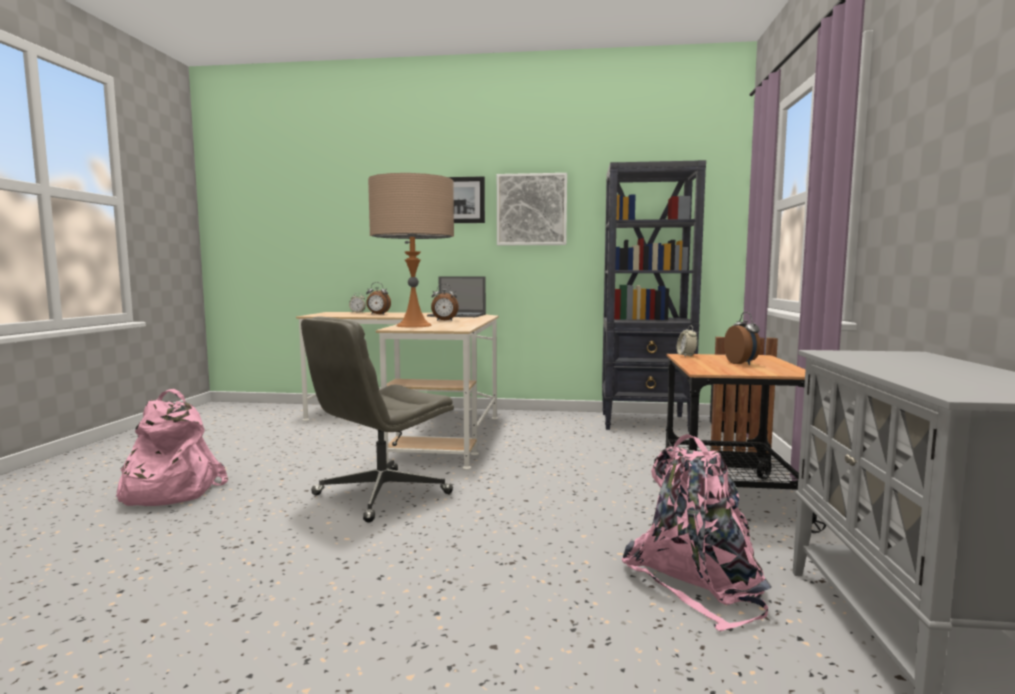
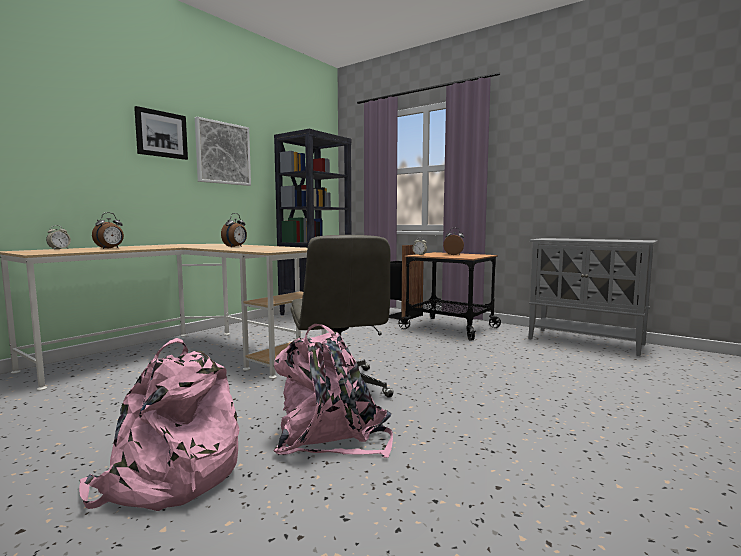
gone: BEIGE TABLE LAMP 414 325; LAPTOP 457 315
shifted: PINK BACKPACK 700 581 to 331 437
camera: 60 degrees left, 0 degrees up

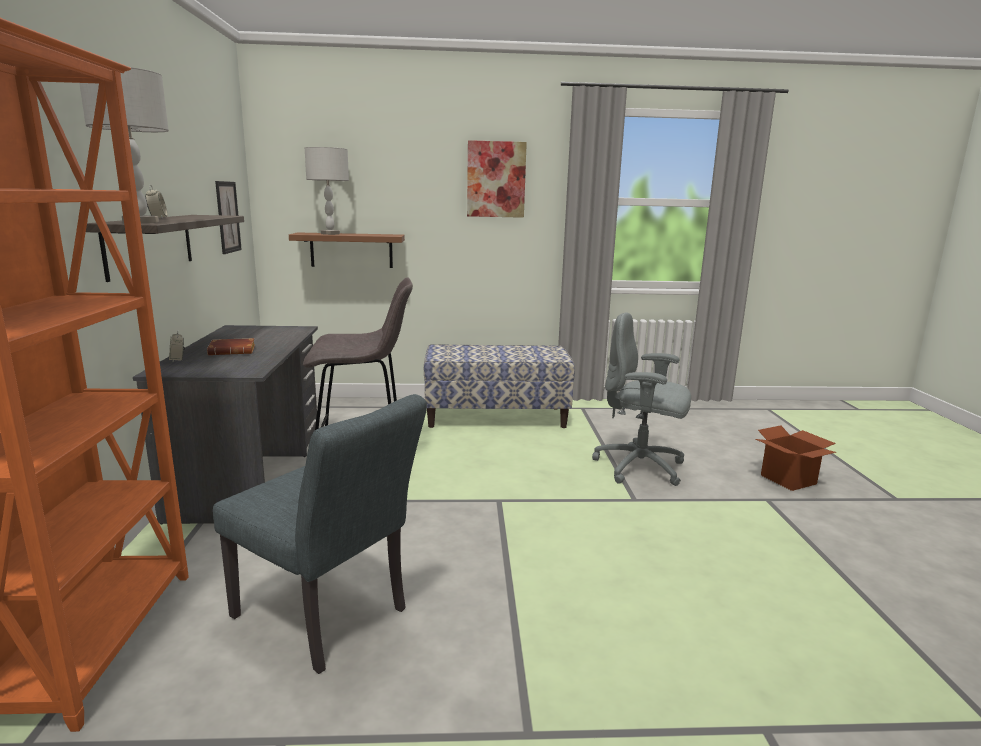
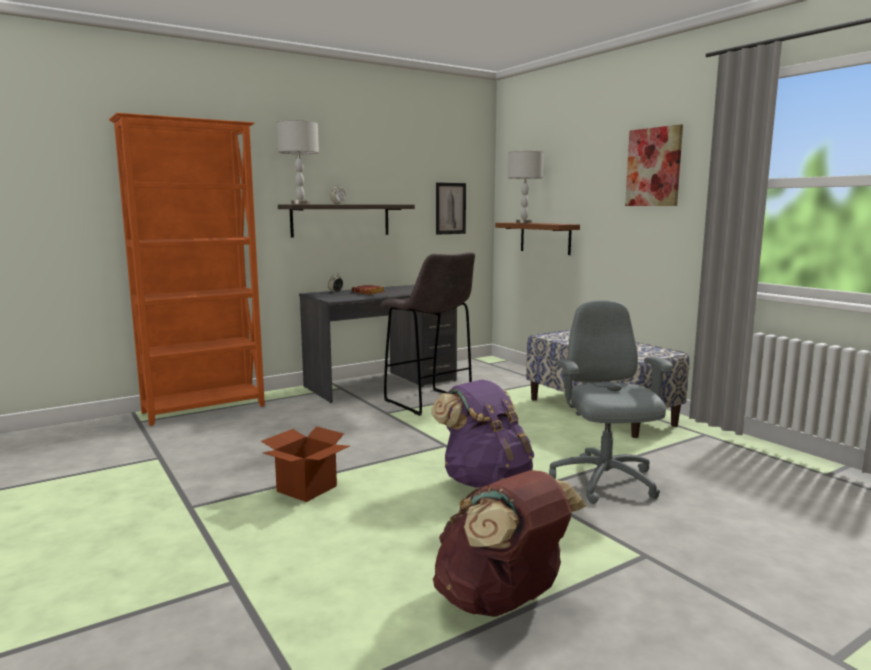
gone: GREY CHAIR 328 618
new: PURPLE BACKPACK 485 481; BROWN BACKPACK 502 602
shifted: CARDBOARD BOX 788 479 to 307 488
camera: 60 degrees right, 5 degrees down

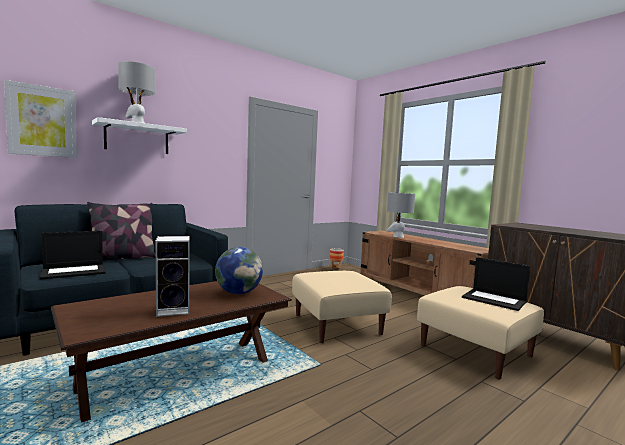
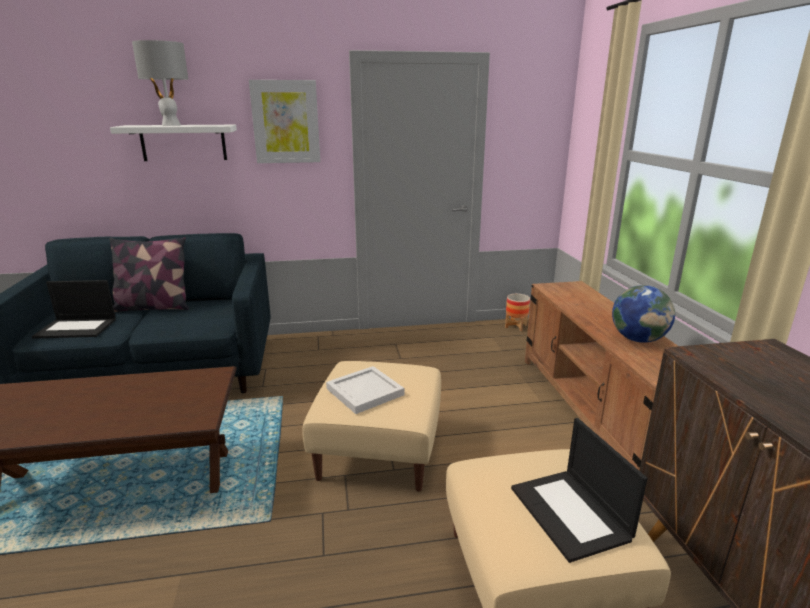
gone: SPEAKER 174 310; GREY TABLE LAMP 398 236
new: WHITE TRAY 364 392
shifted: PICTURE 42 121 to 286 122; GLOBE 238 293 to 638 339
camera: 30 degrees right, 15 degrees up

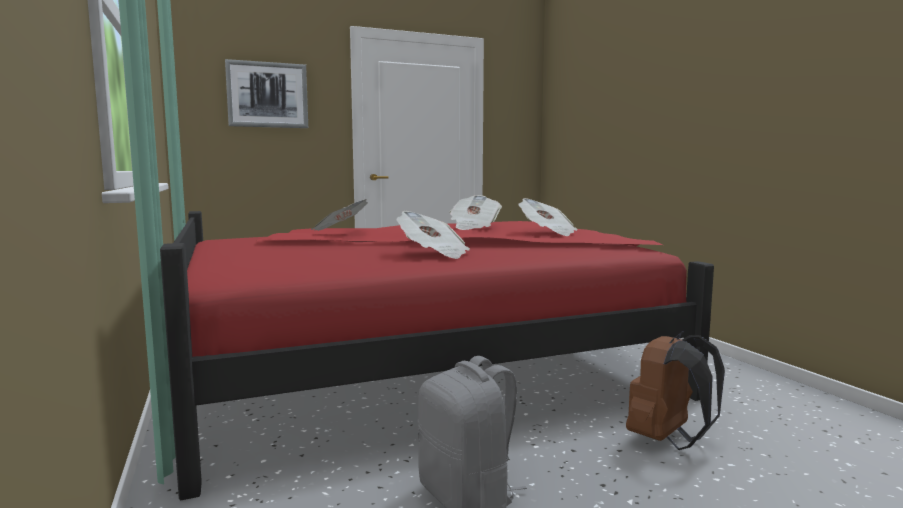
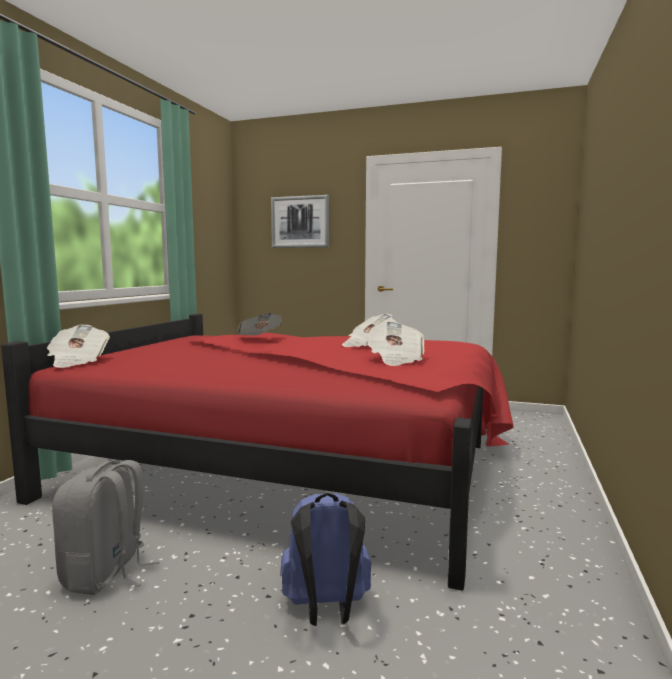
shifted: NEWSPAPER 434 254 to 77 361
repainted: BROWN BACKPACK 667 440 to BLUE BACKPACK 326 610
camera: 40 degrees right, 0 degrees up

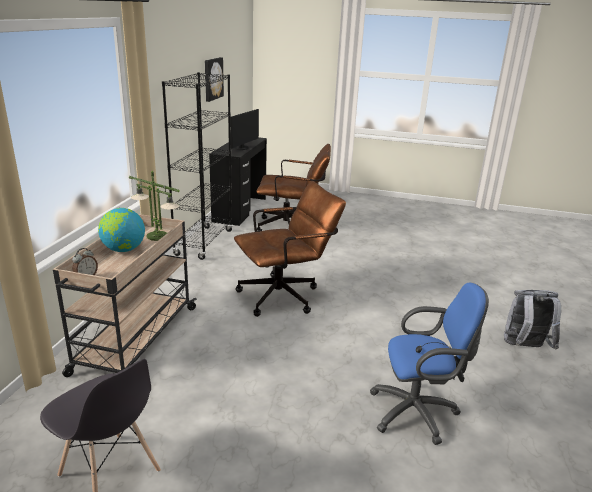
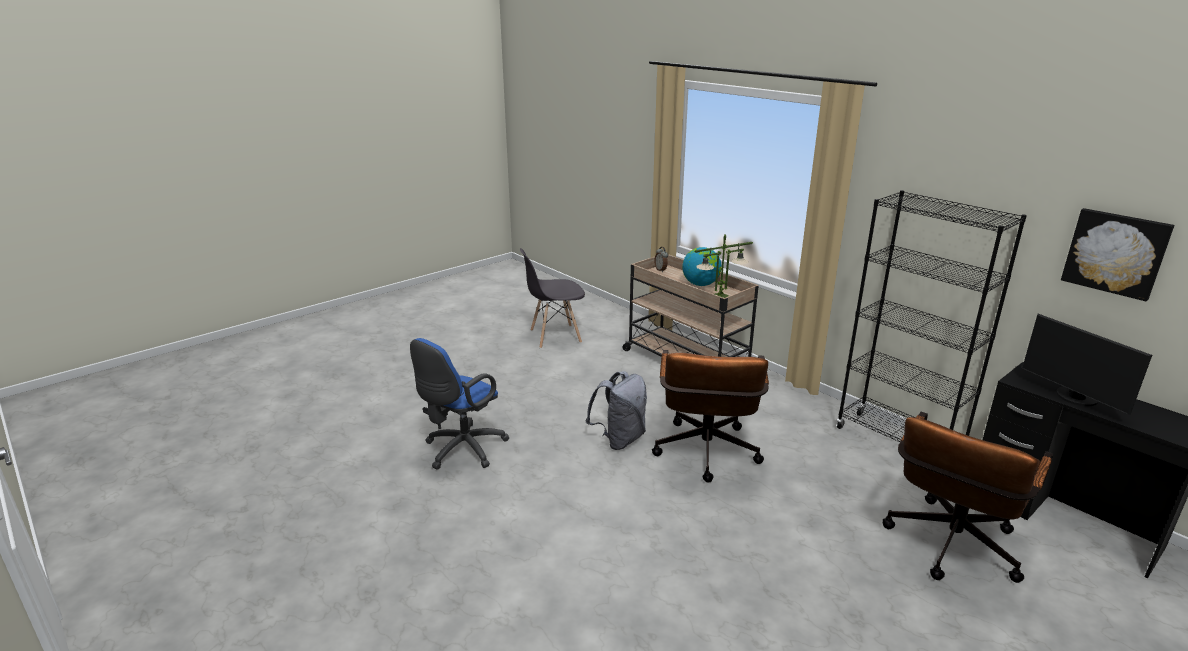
shifted: GREY BACKPACK 524 347 to 619 439
camera: 125 degrees right, 0 degrees up

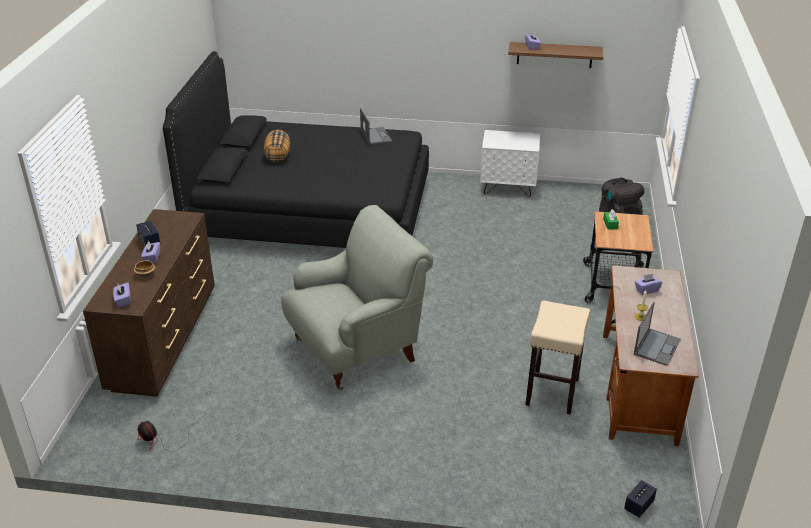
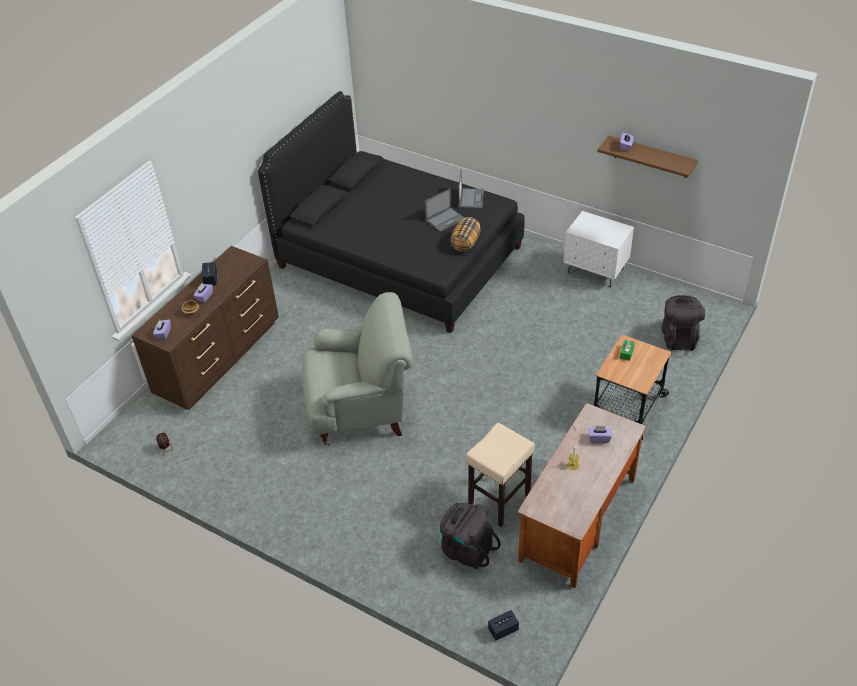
new: BLACK BACKPACK 466 549
shifted: PILLOW 277 156 to 465 243; LAPTOP 657 346 to 445 219
camera: 25 degrees right, 10 degrees up

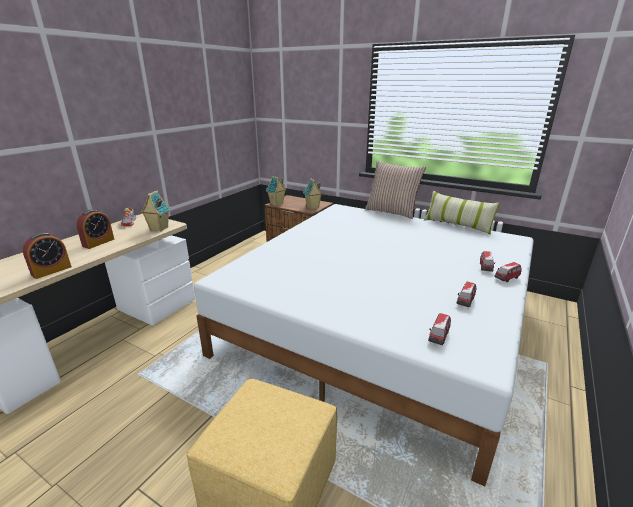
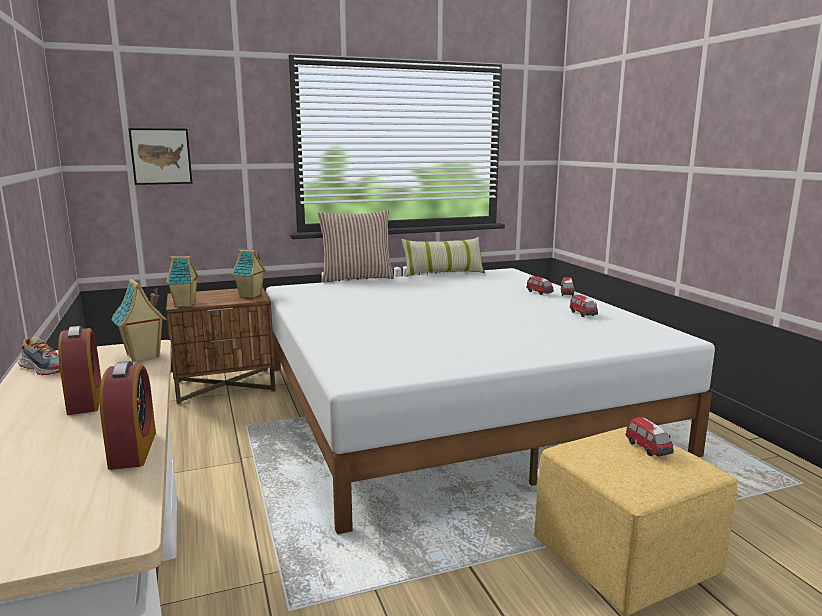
new: PICTURE 161 156
shifted: TOY CAR 439 337 to 648 449
camera: 50 degrees left, 10 degrees down

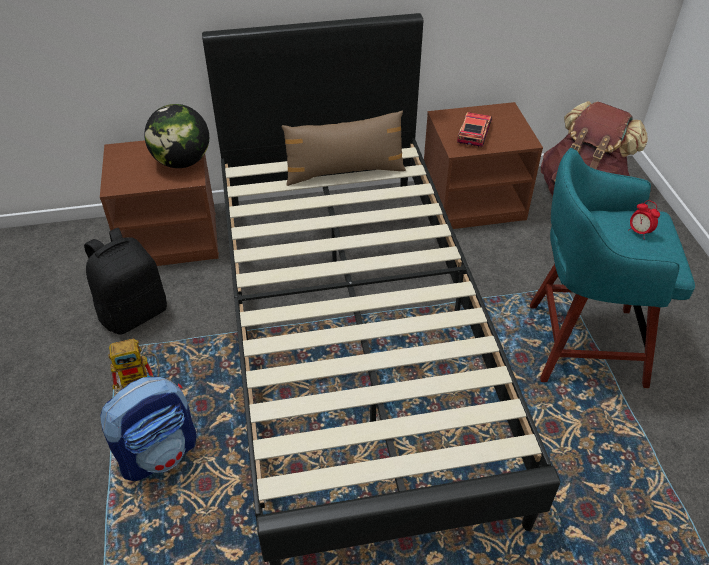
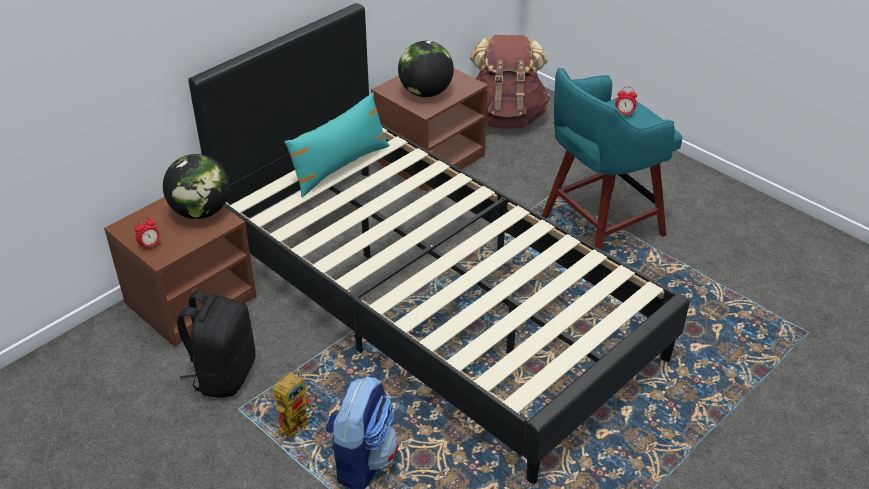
new: ALARM CLOCK 150 245
swapped: TOY CAR 474 132 to GLOBE 426 93
repainted: BROWN PILLOW 344 172 to TURQUOISE PILLOW 340 166
camera: 35 degrees left, 5 degrees down

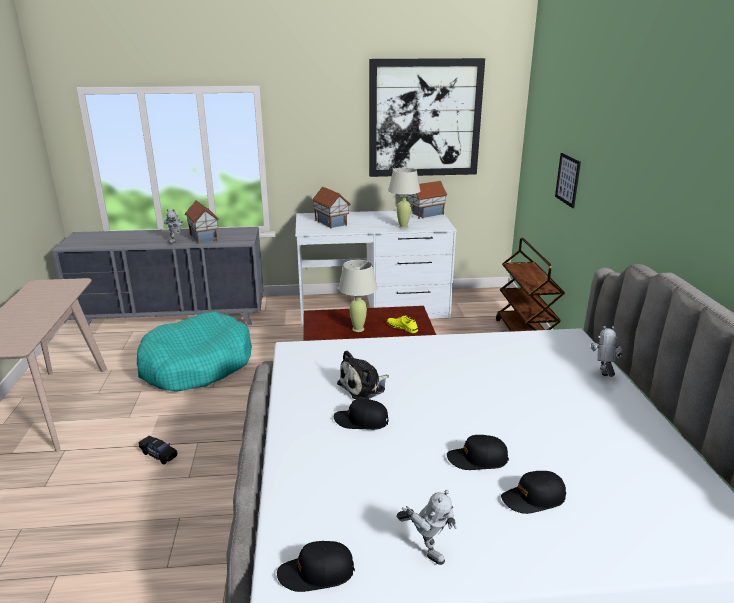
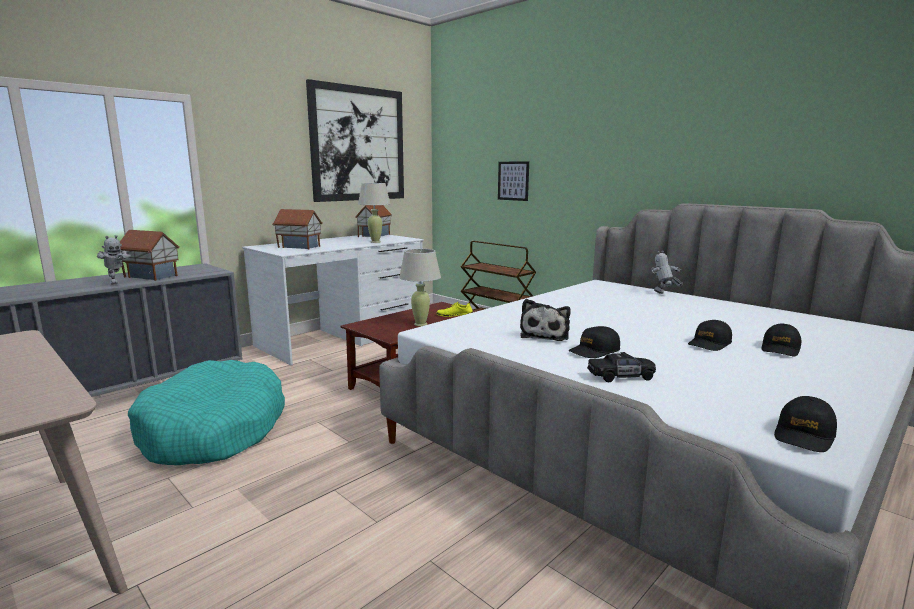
gone: TOY ROBOT 426 548
shifted: BLACK TOY CAR 159 454 to 621 377
camera: 40 degrees left, 10 degrees down

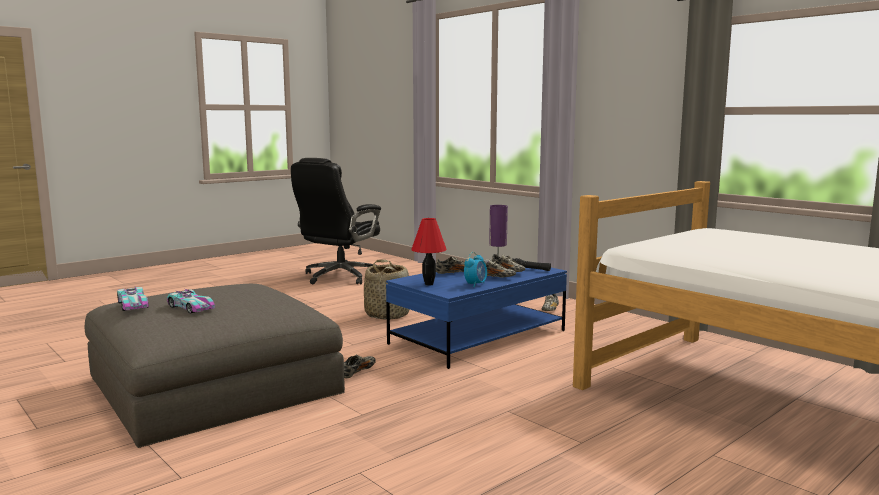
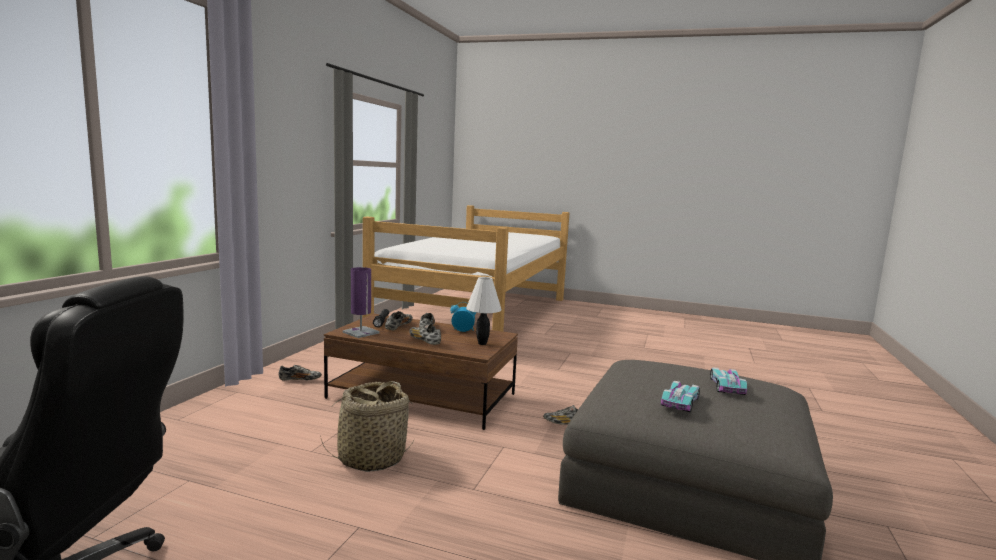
shifted: TOY CAR 133 305 to 680 402
repainted: BLUE COFFEE TABLE 478 337 to BROWN COFFEE TABLE 421 396; RED TABLE LAMP 428 284 to WHITE TABLE LAMP 482 343
camera: 120 degrees left, 0 degrees up

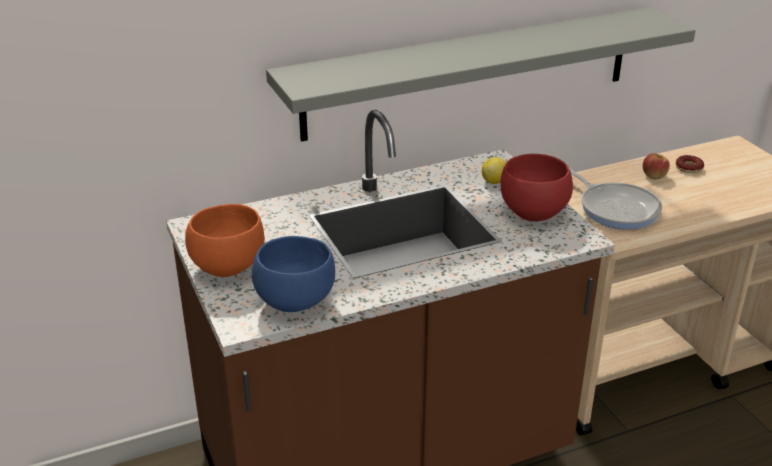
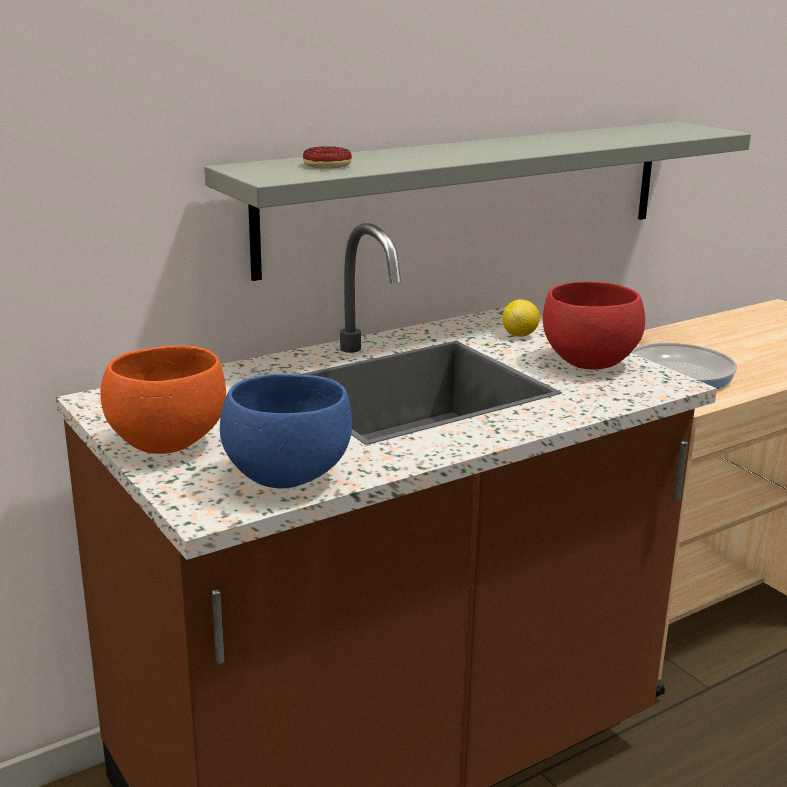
gone: APPLE 654 176
shifted: DONUT 688 167 to 327 165
camera: 10 degrees left, 10 degrees down

